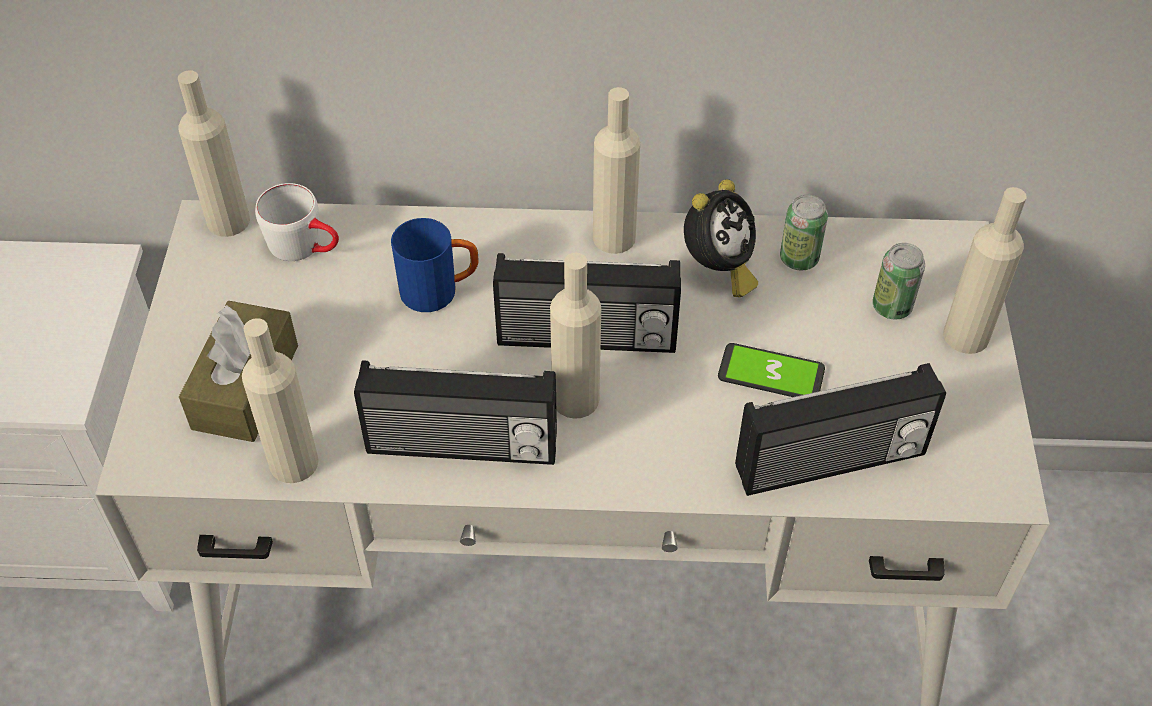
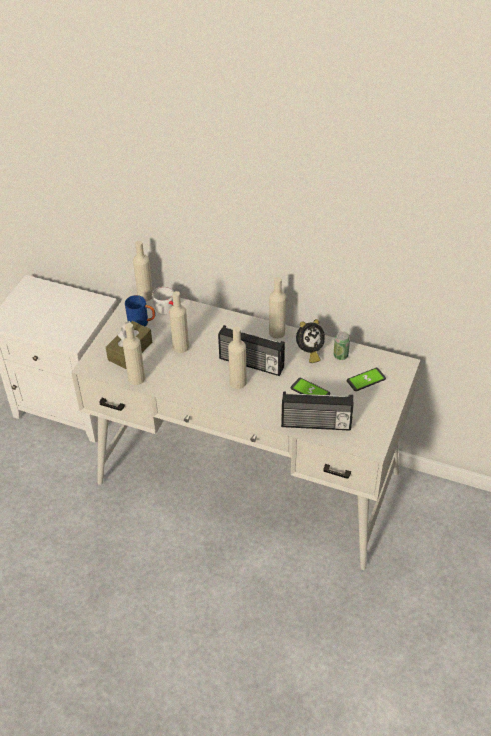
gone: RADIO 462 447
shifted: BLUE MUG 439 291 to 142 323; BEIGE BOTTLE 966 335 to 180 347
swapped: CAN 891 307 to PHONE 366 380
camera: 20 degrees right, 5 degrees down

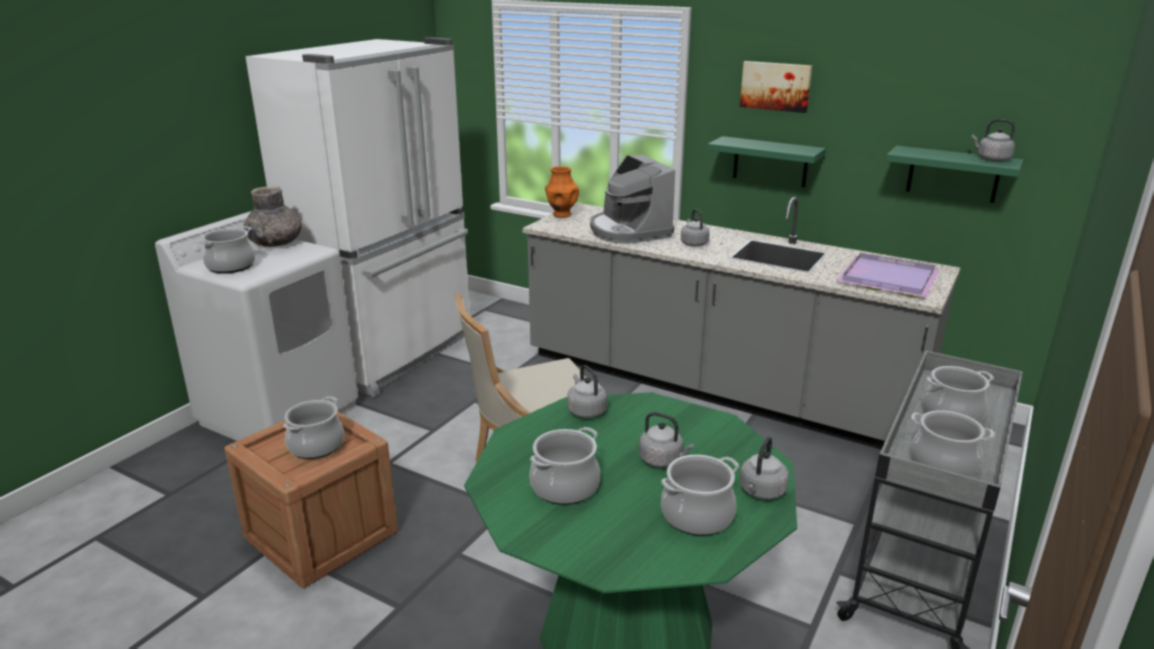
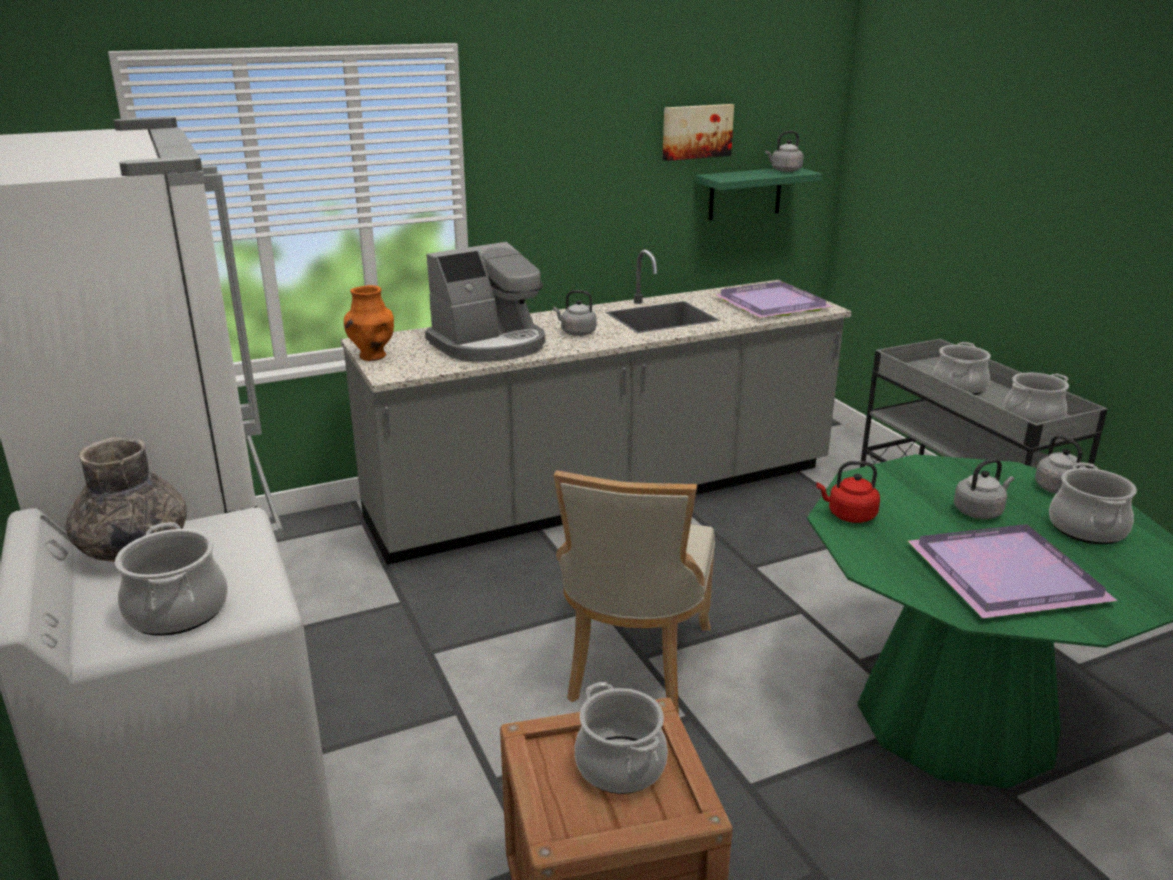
gone: GREEN SHELF 770 162
shifted: PICTURE 776 86 to 696 131
swapped: COOKING POT 564 487 to PURPLE TRAY 1001 574
repainted: GREY KETTLE 585 410 to RED KETTLE 849 515
rotated: COFFEE MACHINE 629 231 = 490 345 45 degrees counterclockwise
camera: 55 degrees left, 0 degrees up

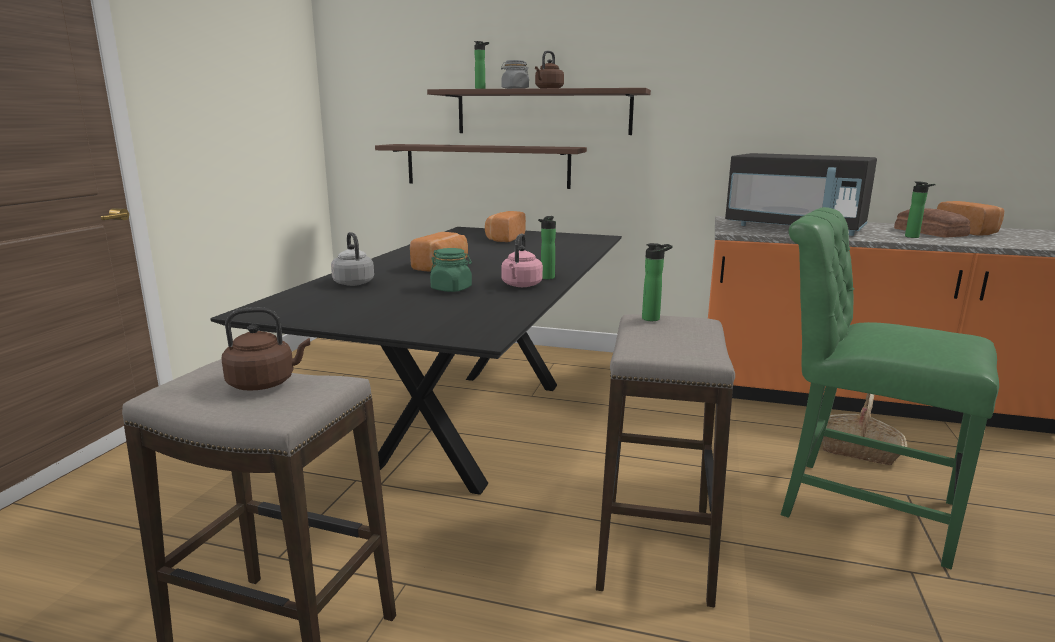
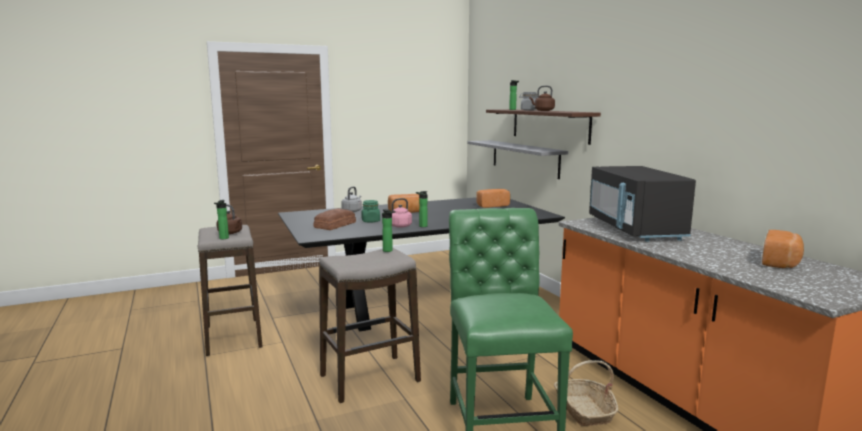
shifted: BREAD 929 232 to 334 225; BOTTLE 914 237 to 223 238
repainted: BROWN SHELF 487 165 to GREY SHELF 524 158
camera: 50 degrees right, 5 degrees down

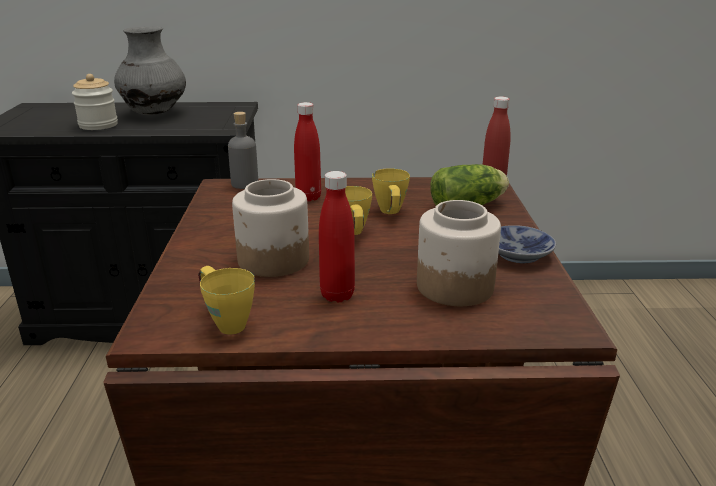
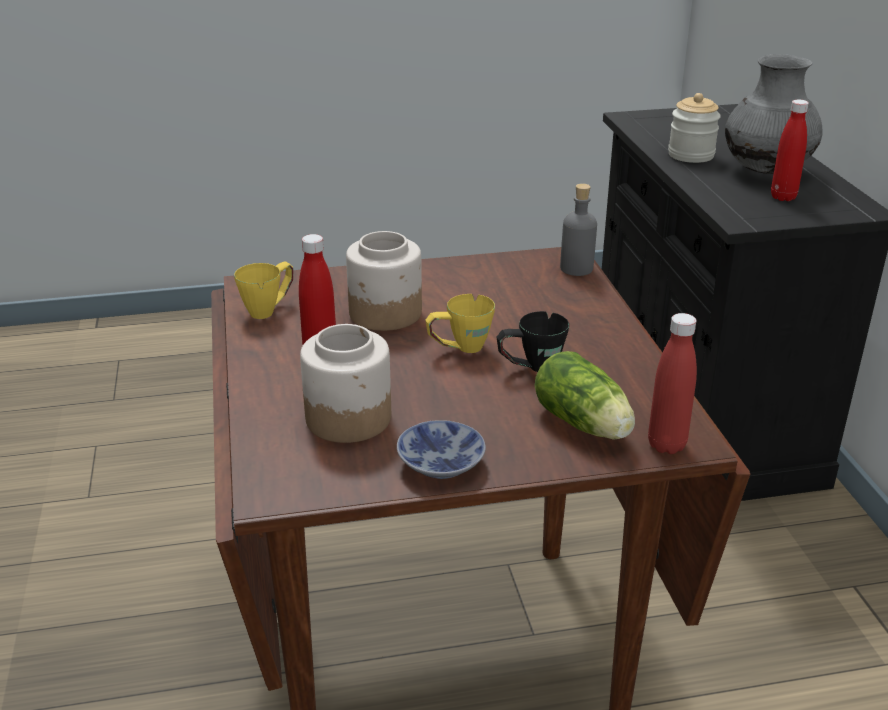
shifted: RED BOTTLE 308 197 to 783 197
repainted: YELLOW MUG 391 214 to BLACK MUG 530 368
camera: 80 degrees right, 5 degrees up

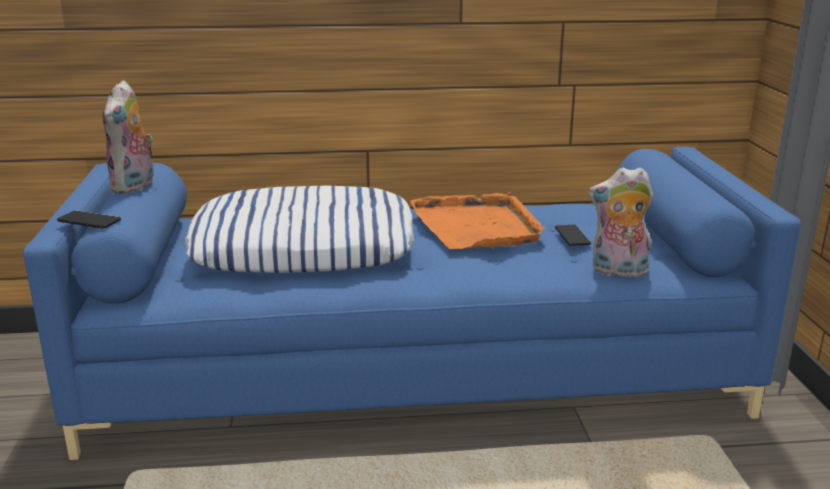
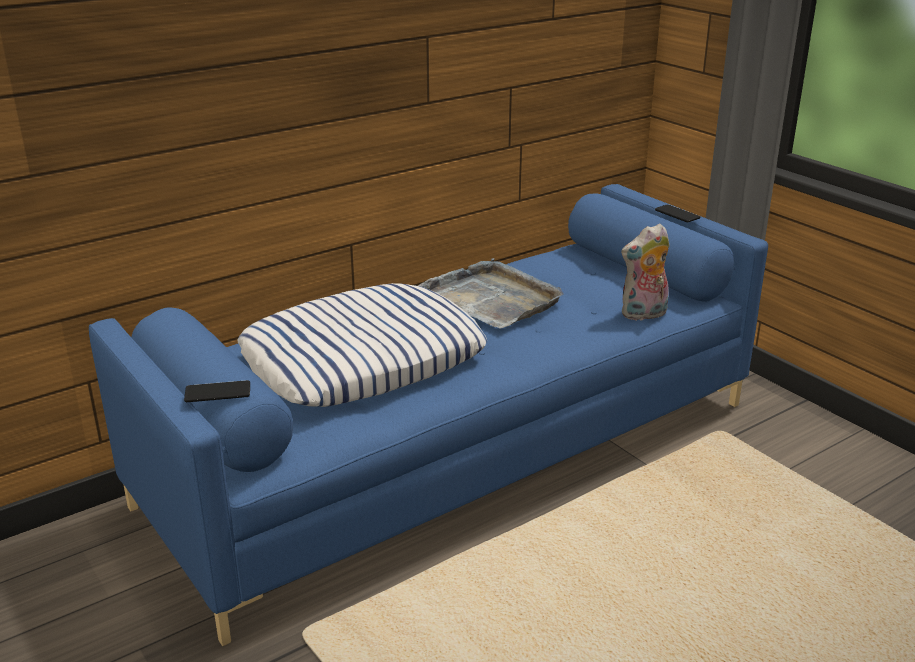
gone: PLUSH TOY 135 187
shifted: PHONE 572 236 to 677 214
repainted: ORANGE TRAY 477 226 to GREY TRAY 491 298
camera: 30 degrees left, 5 degrees up

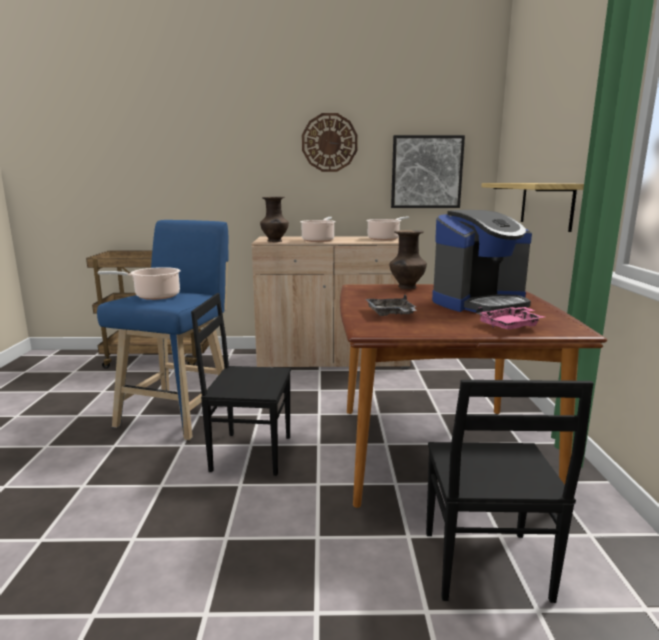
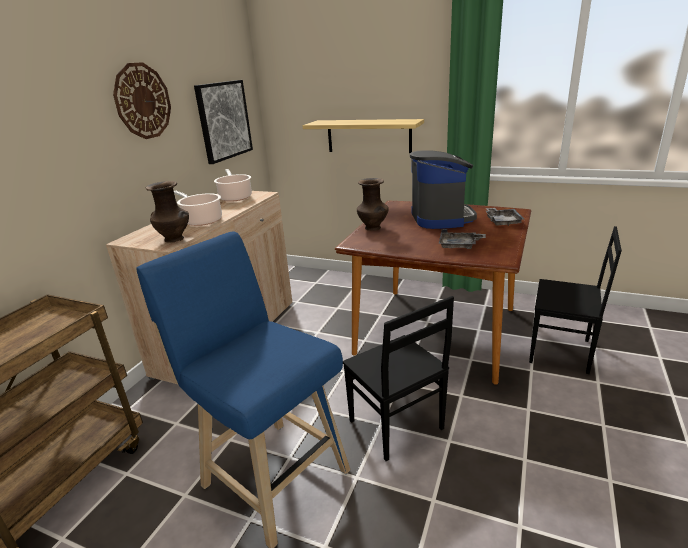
gone: COOKING POT 154 296
repainted: PINK TRAY 510 326 to GREY TRAY 502 221
rotated: BLACK CHAIR 250 452 = 396 426 60 degrees counterclockwise
camera: 65 degrees left, 10 degrees up

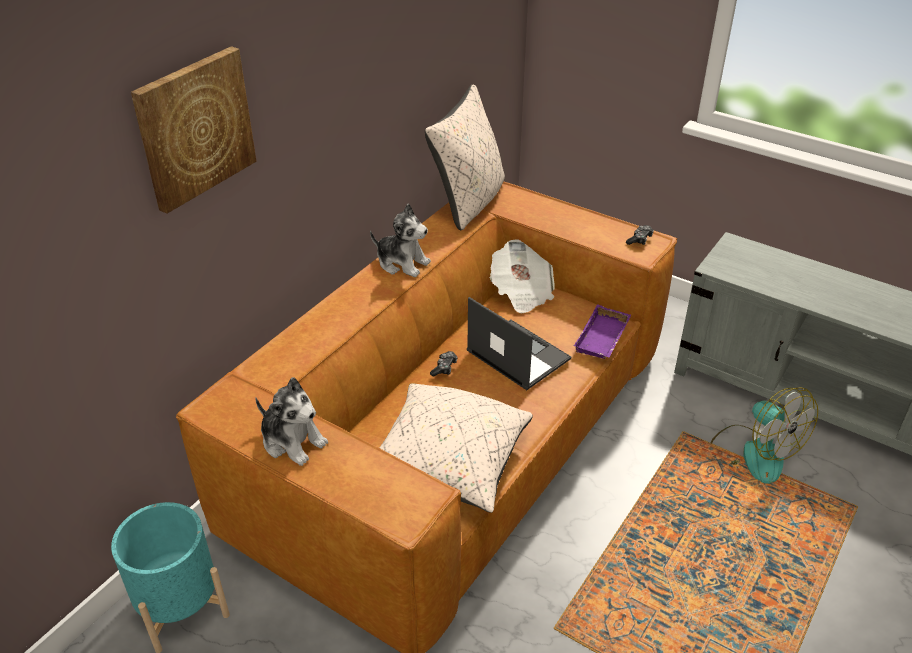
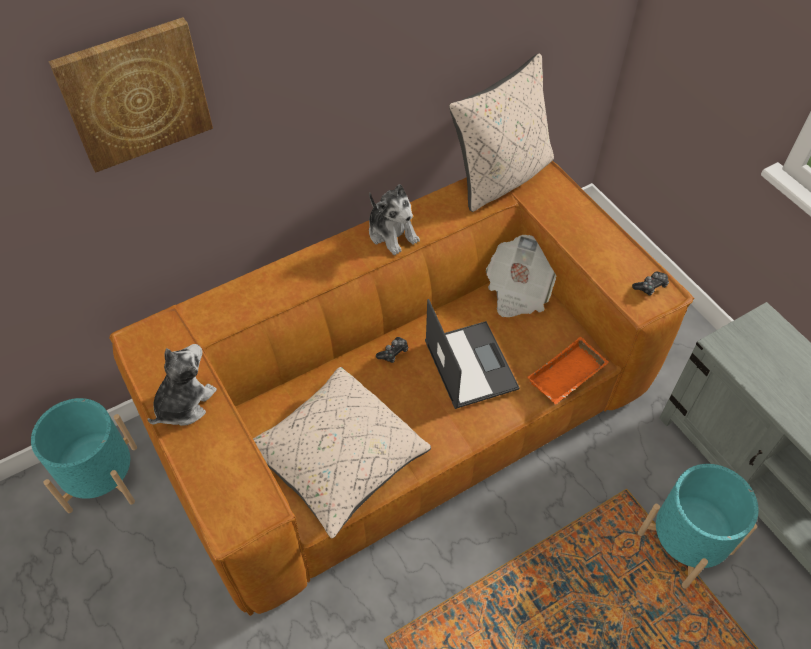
swapped: FAN 753 453 to TURQUOISE PLANTER 685 543
repainted: PURPLE TRAY 603 338 to ORANGE TRAY 567 377
rotated: PLUSH TOY 293 441 = 184 403 120 degrees counterclockwise
camera: 25 degrees right, 15 degrees up

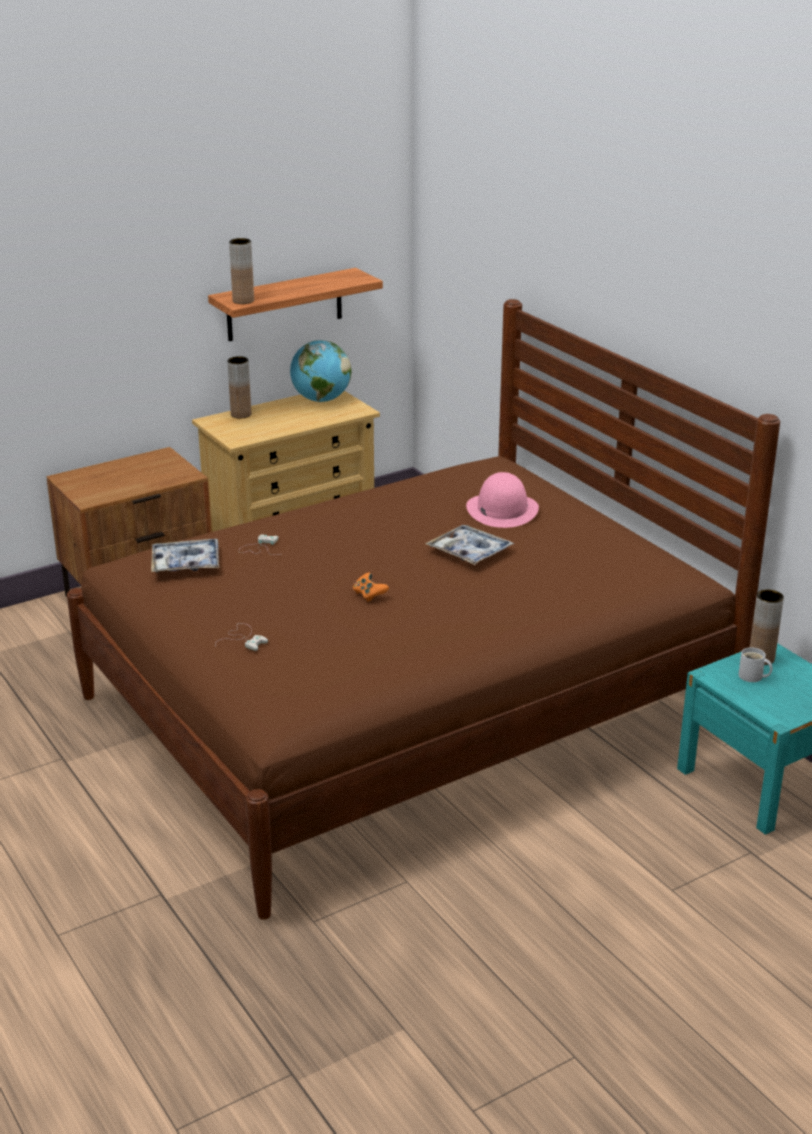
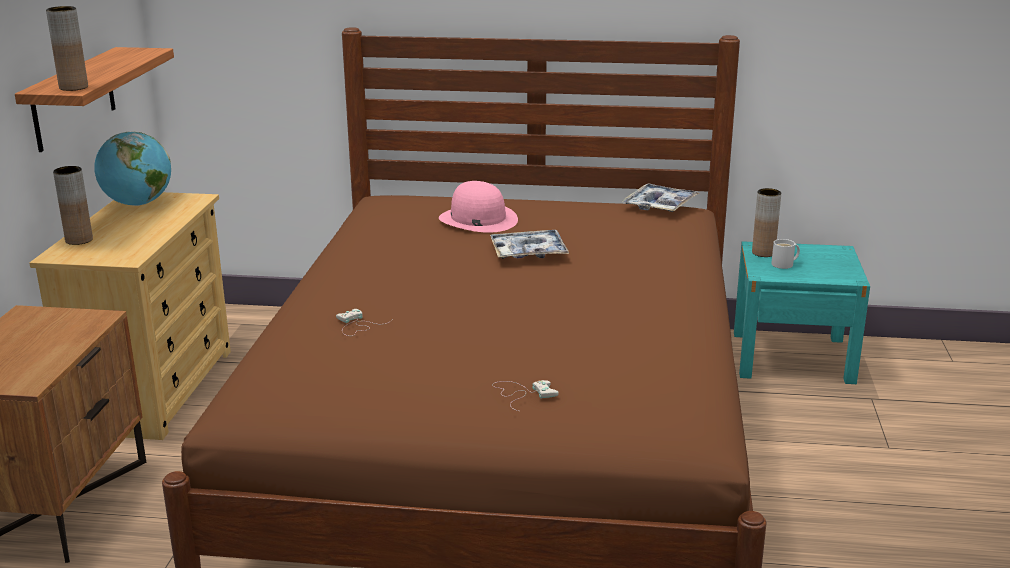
gone: ORANGE GAME CONTROLLER 369 595
shifted: TRAY 186 563 to 659 205
camera: 50 degrees left, 5 degrees down

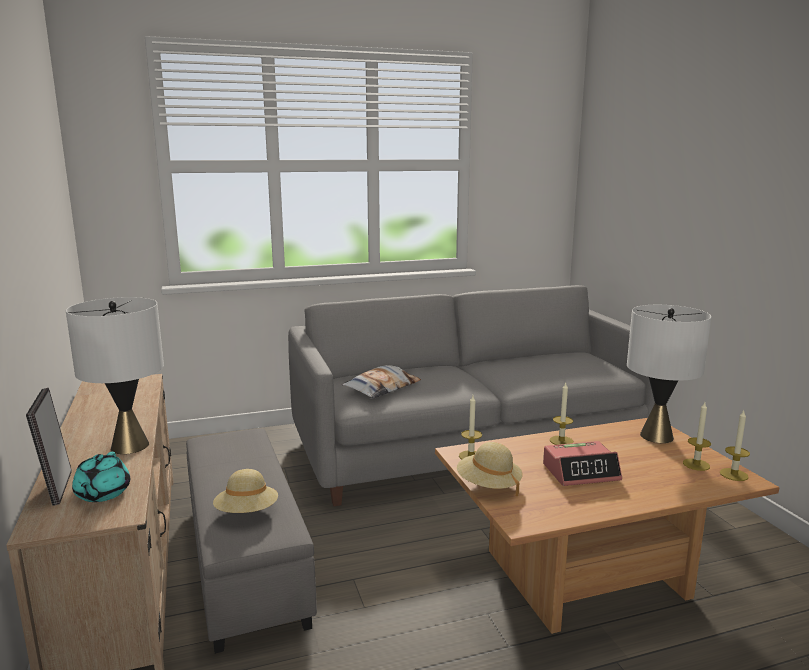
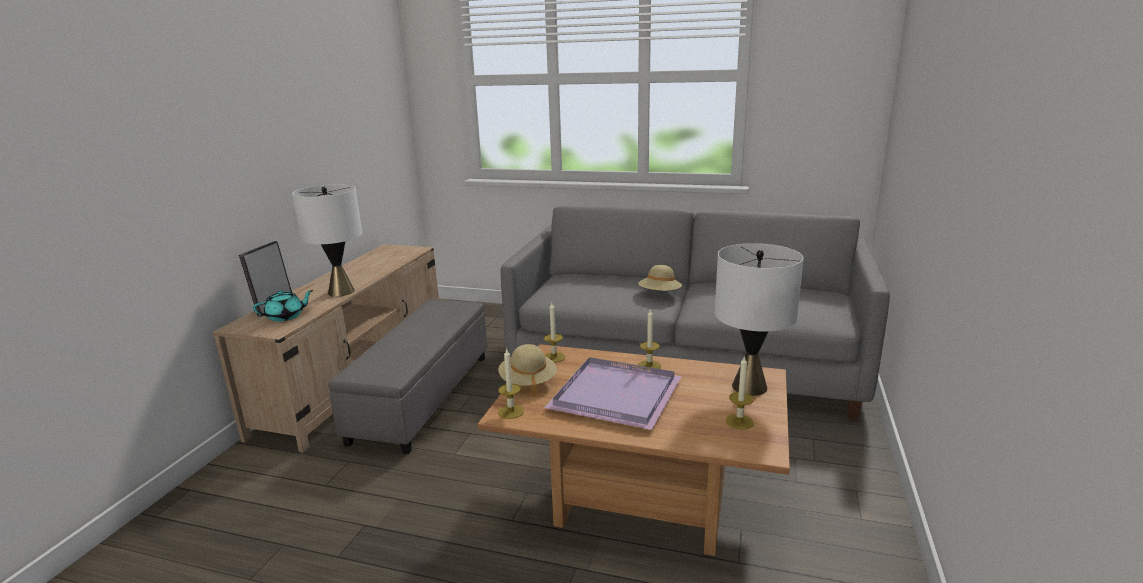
gone: PILLOW 382 388
shifted: BEIGE HAT 247 513 to 659 294; CANDLE 733 474 to 511 411
swapped: ALARM CLOCK 581 472 to PURPLE TRAY 618 395
rotated: TURQUOISE TEAPOT 102 494 = 286 316 150 degrees counterclockwise
camera: 35 degrees right, 5 degrees up

